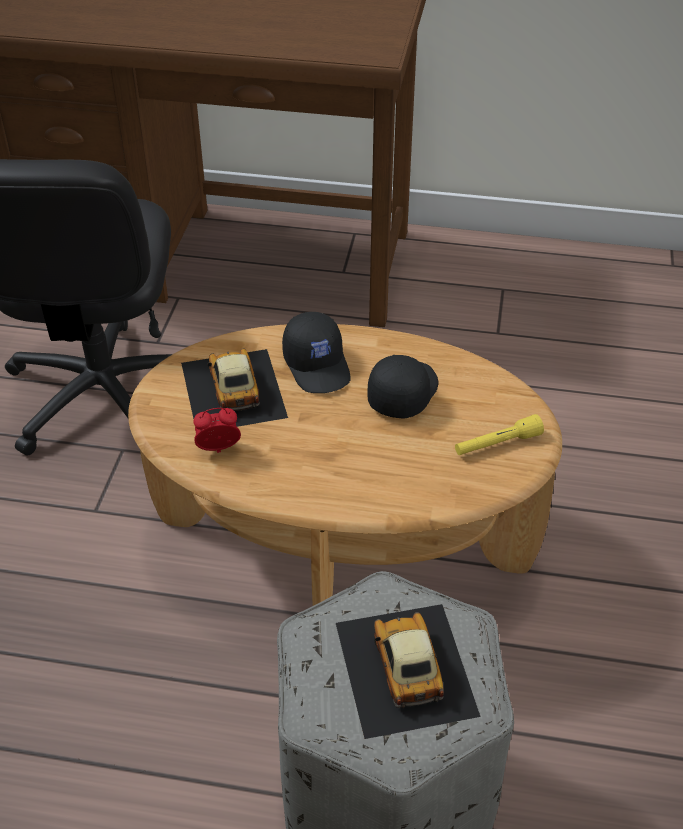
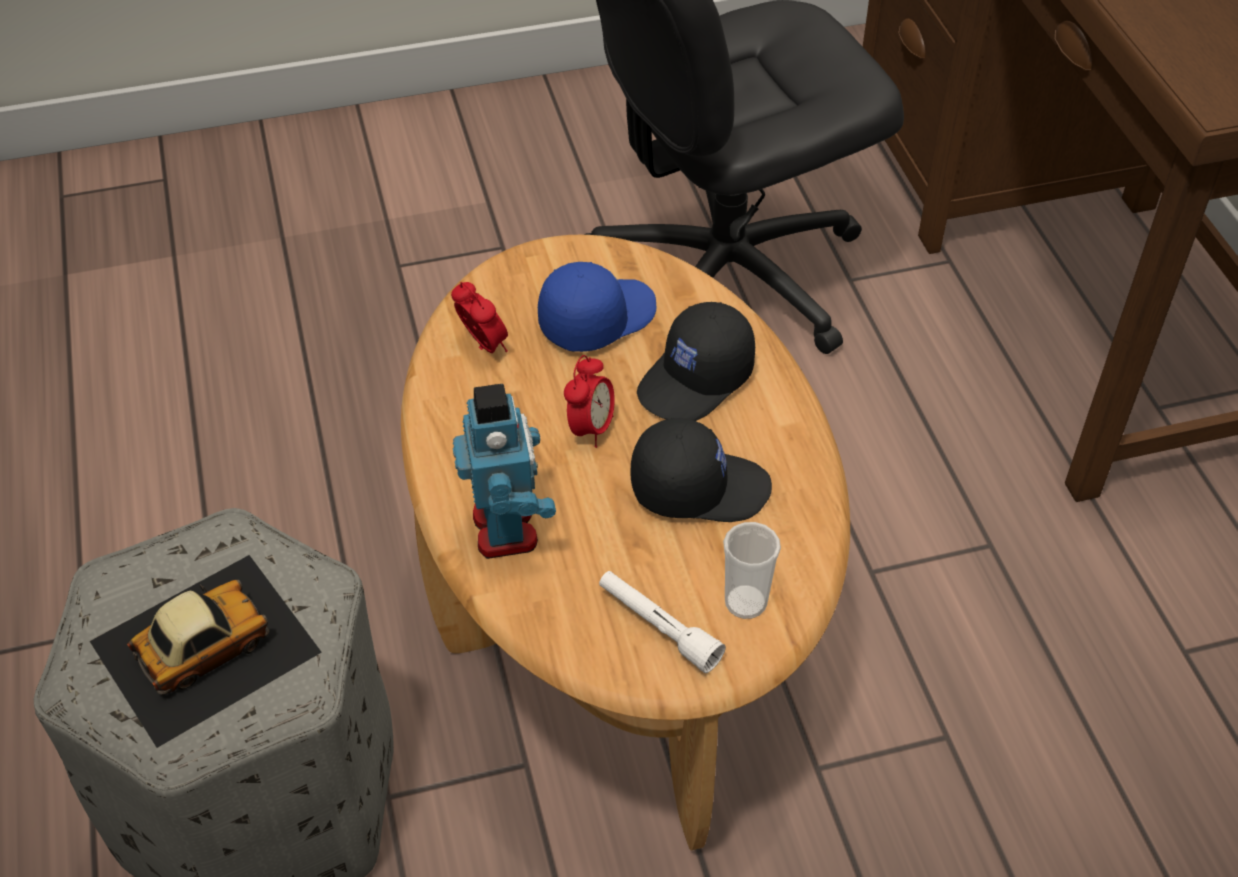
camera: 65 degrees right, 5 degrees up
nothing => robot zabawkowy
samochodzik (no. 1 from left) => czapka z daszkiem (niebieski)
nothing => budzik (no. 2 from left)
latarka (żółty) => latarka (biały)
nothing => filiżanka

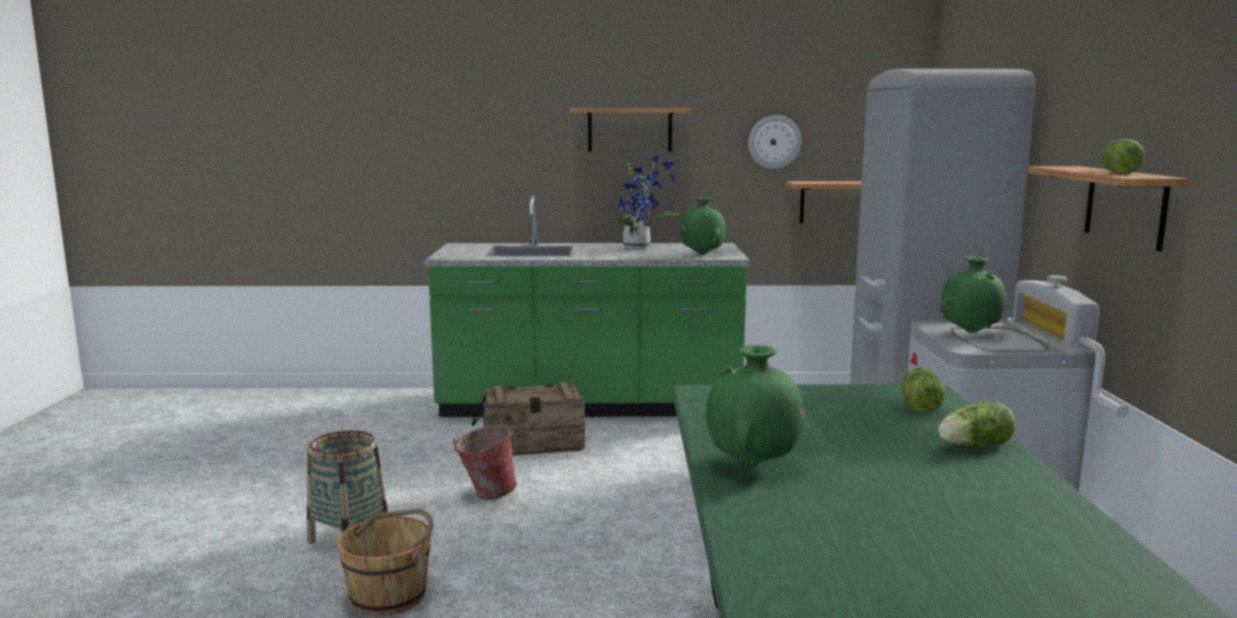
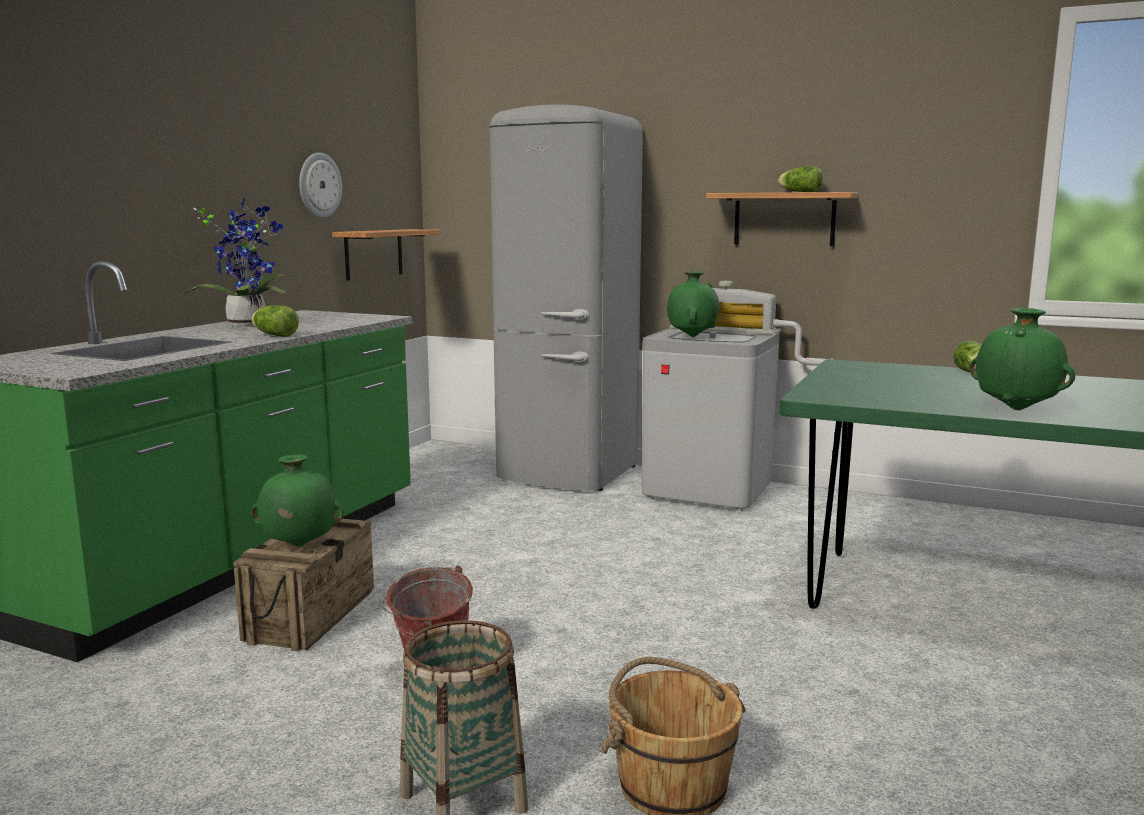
camera: 65 degrees left, 0 degrees up
wazon (zielony) (no. 1 from left), relocated
sałata (no. 1 from left), relocated
półka (no. 1 from left) => nothing

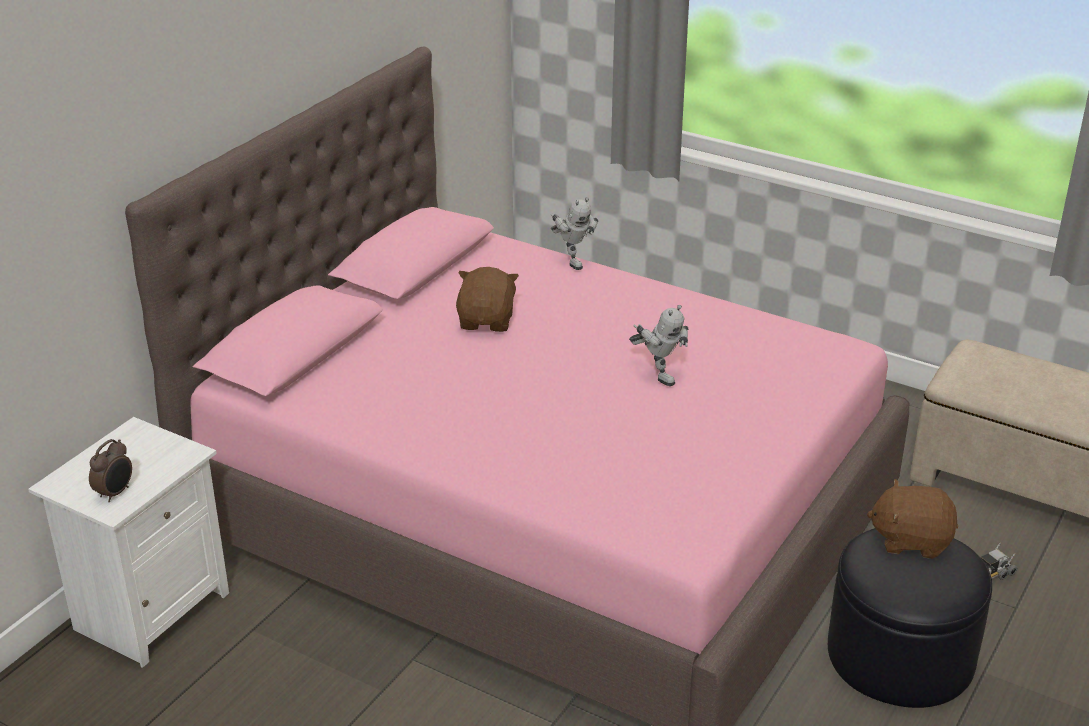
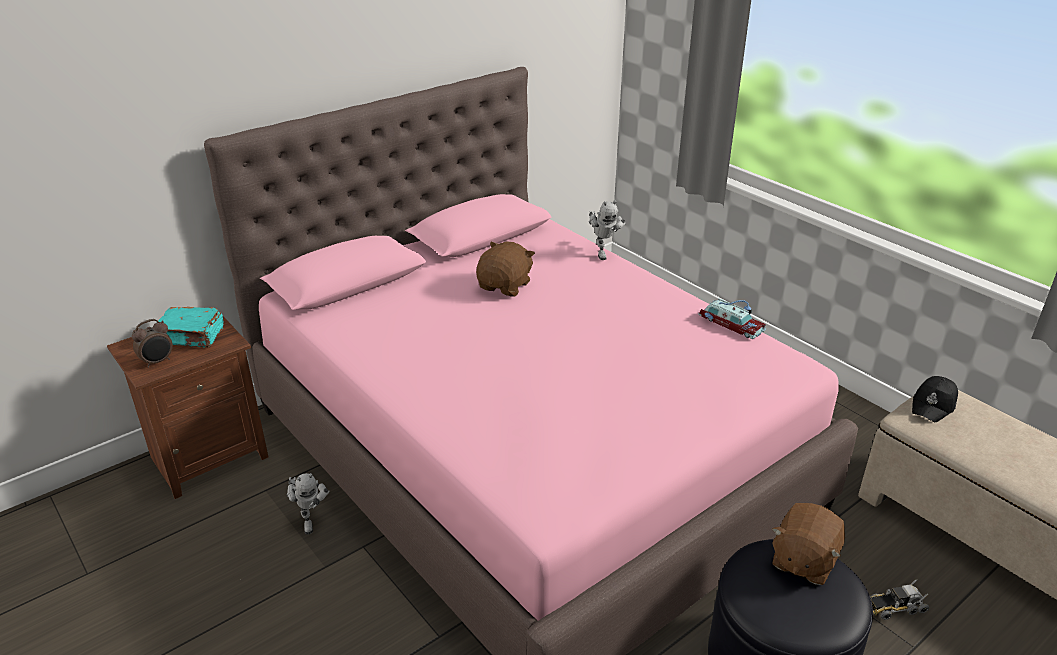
camera: 20 degrees right, 0 degrees up
szafka nocna (biały) => szafka nocna (brązowy)
nothing => książka (turkusowy)
robot zabawkowy (no. 2 from left in the first image) => robot zabawkowy (no. 1 from left), relocated
nothing => samochodzik
pluszak (brązowy) (no. 2 from left), 90 degrees counterclockwise
nothing => czapka z daszkiem (czarny)

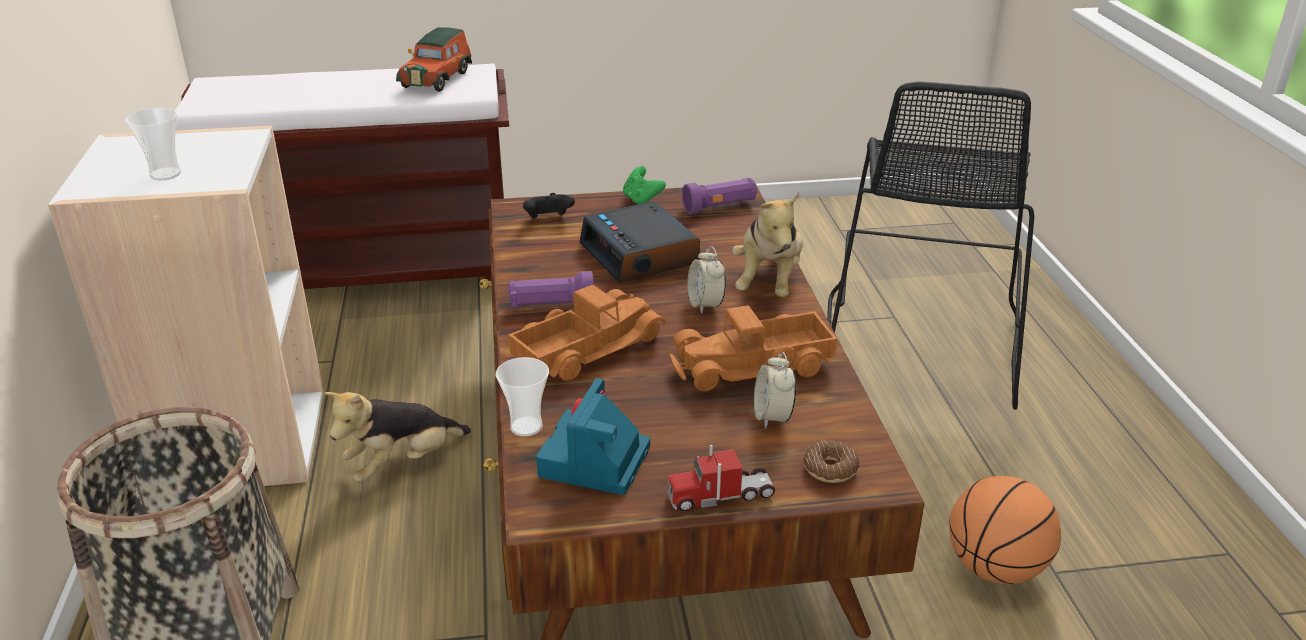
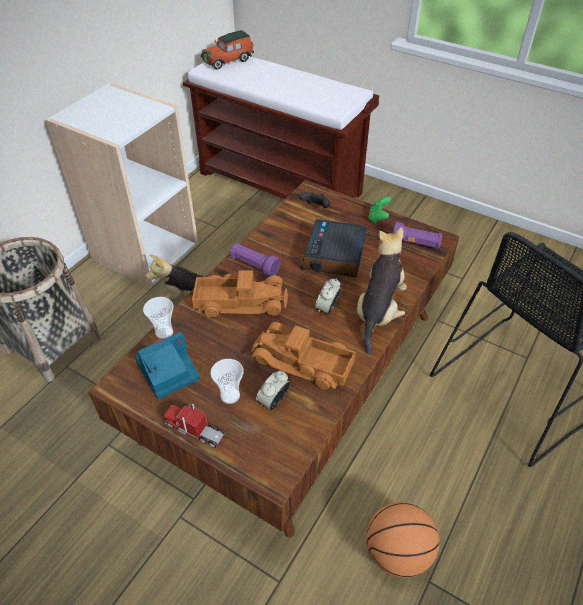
camera: 40 degrees right, 15 degrees up
samochodzik, relocated
filiżanka (no. 1 from left in the first image) => filiżanka (no. 2 from left), relocated
pluszak (no. 2 from left), 150 degrees clockwise
donut => nothing

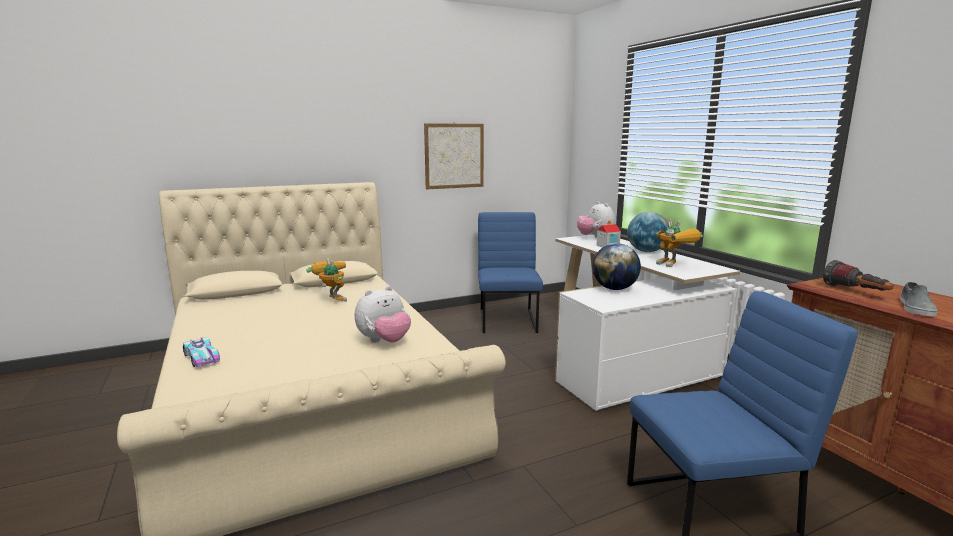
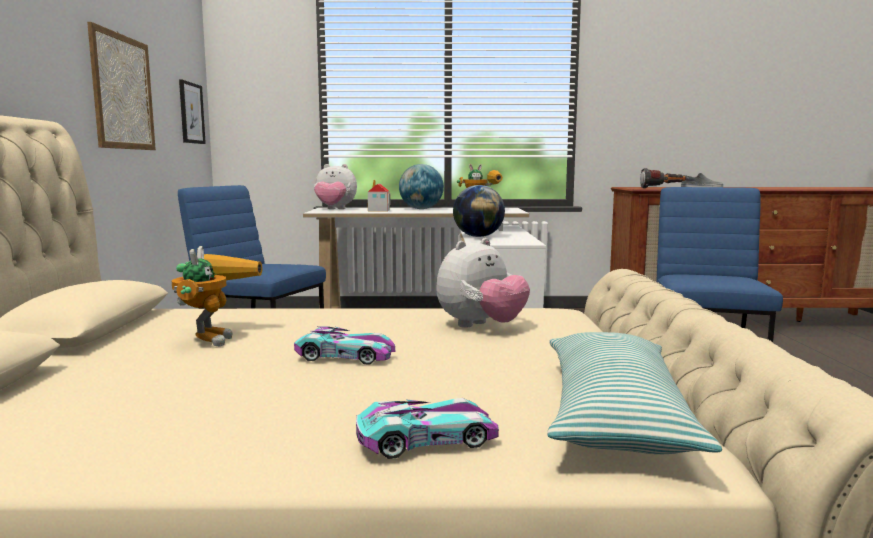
camera: 65 degrees left, 5 degrees down
robot zabawkowy (no. 1 from left), 105 degrees clockwise
nothing => obraz (no. 2 from left)
nothing => samochodzik (no. 1 from left)
pluszak (no. 1 from left in the first image) => pluszak (no. 2 from left), 60 degrees clockwise
nothing => poduszka

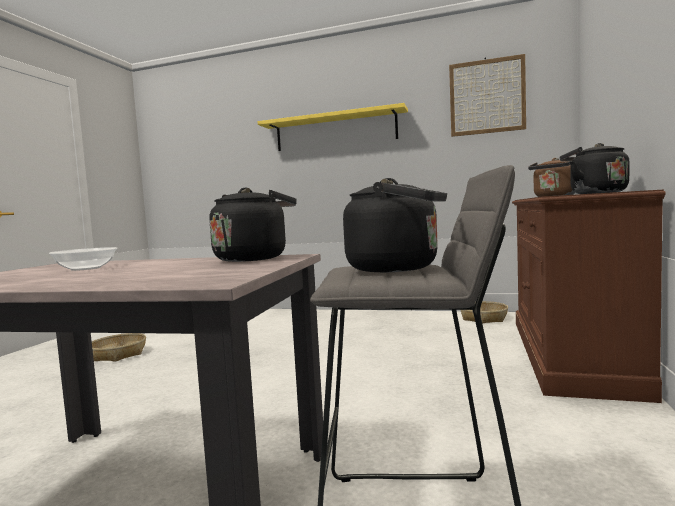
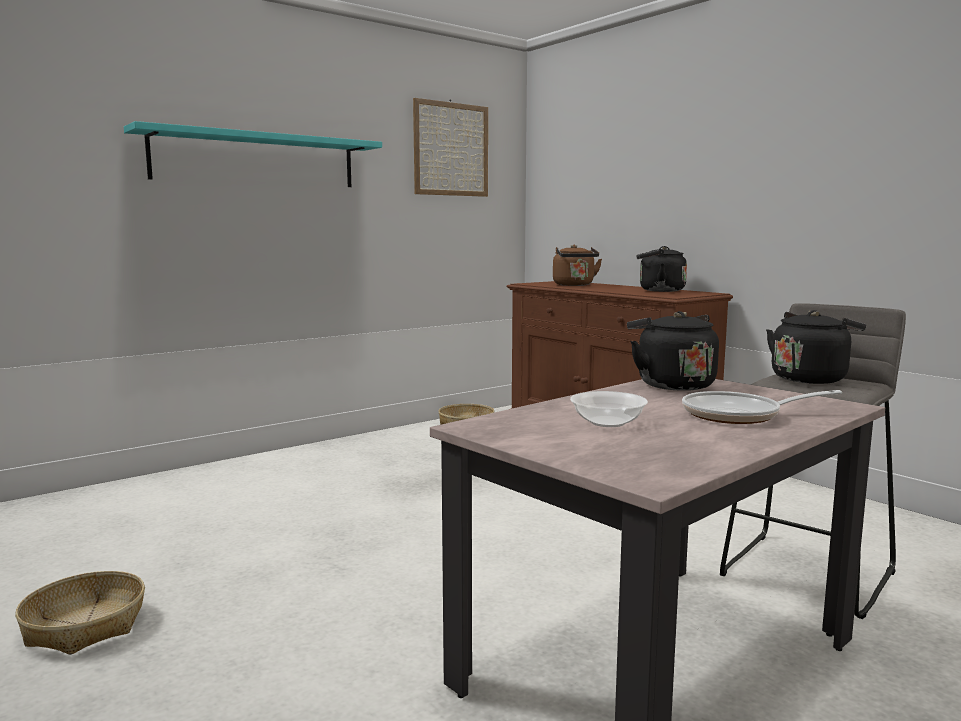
camera: 55 degrees left, 5 degrees up
półka (żółty) => półka (turkusowy)
nothing => patelnia

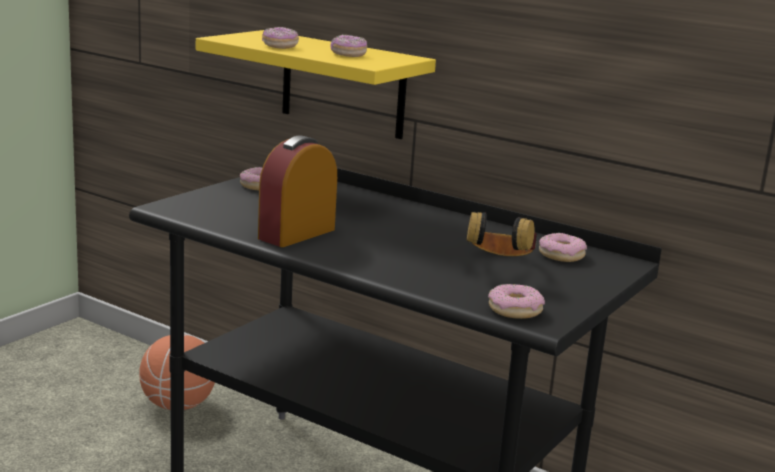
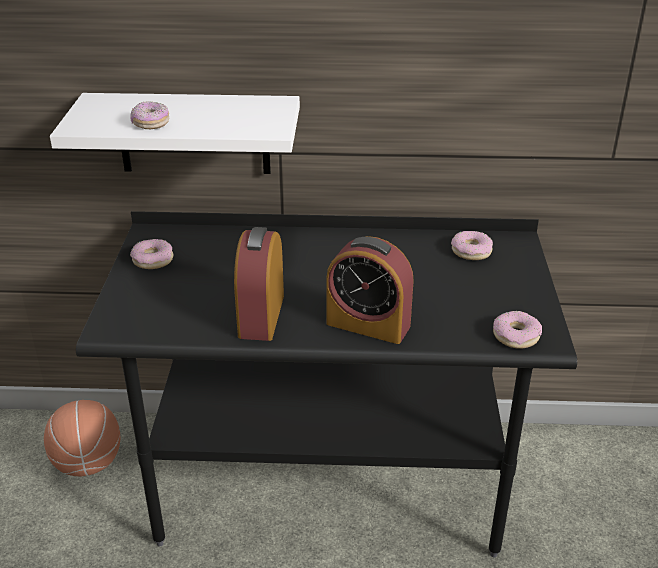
camera: 30 degrees left, 15 degrees up
półka (żółty) => półka (biały)
nothing => budzik (no. 2 from left)
donut (no. 3 from left) => nothing
słuchawki => nothing

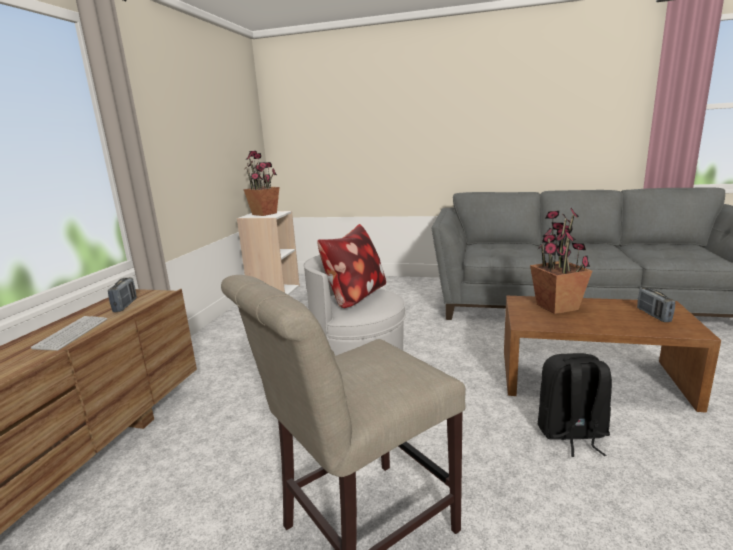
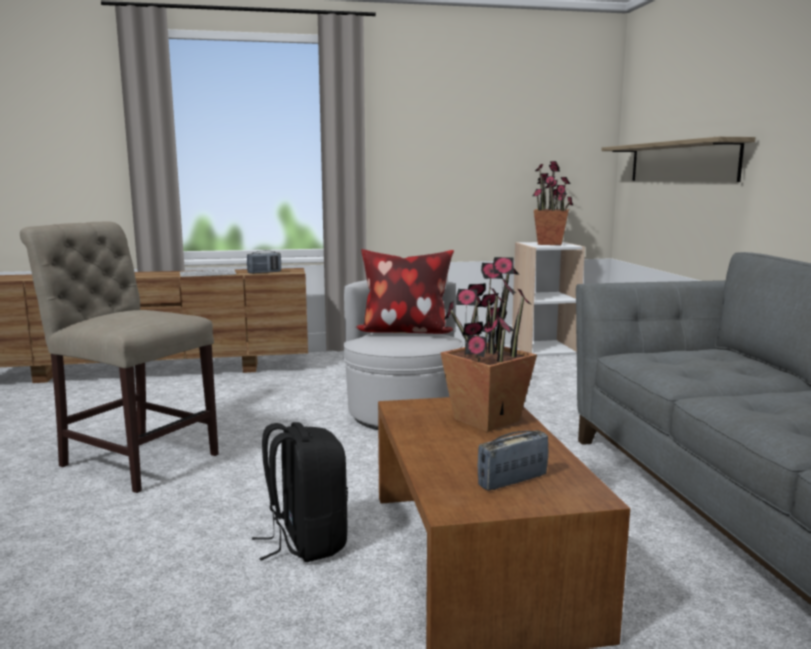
camera: 65 degrees right, 5 degrees down
nothing => półka

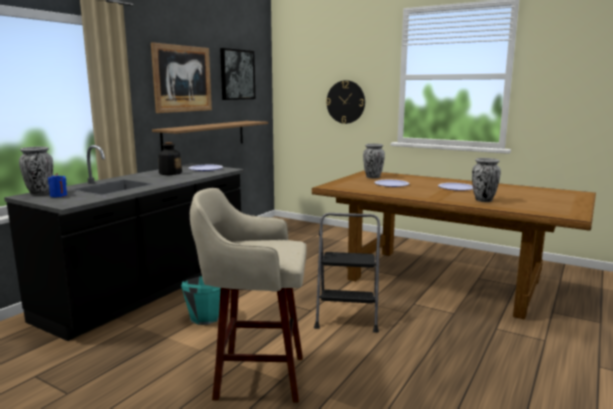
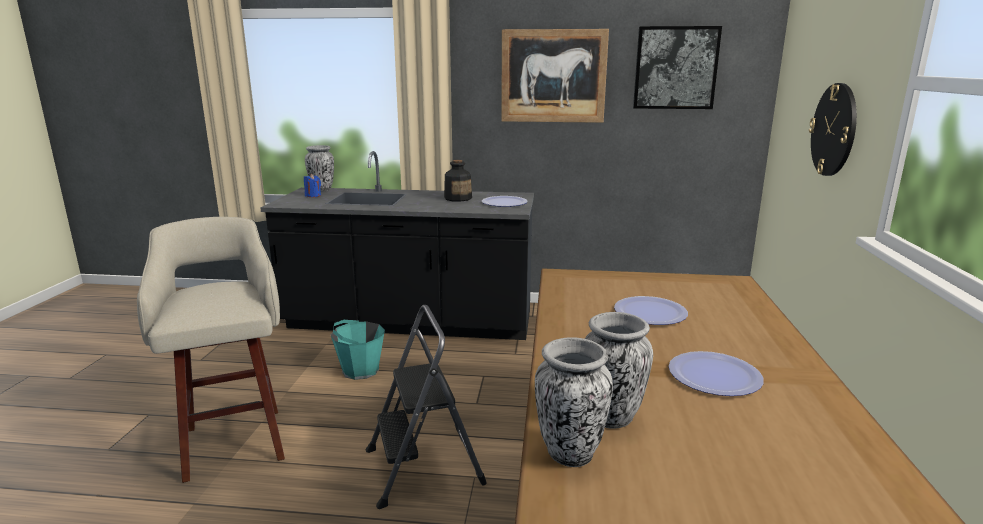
camera: 65 degrees right, 5 degrees up
wazon (no. 2 from left), relocated
półka => nothing

